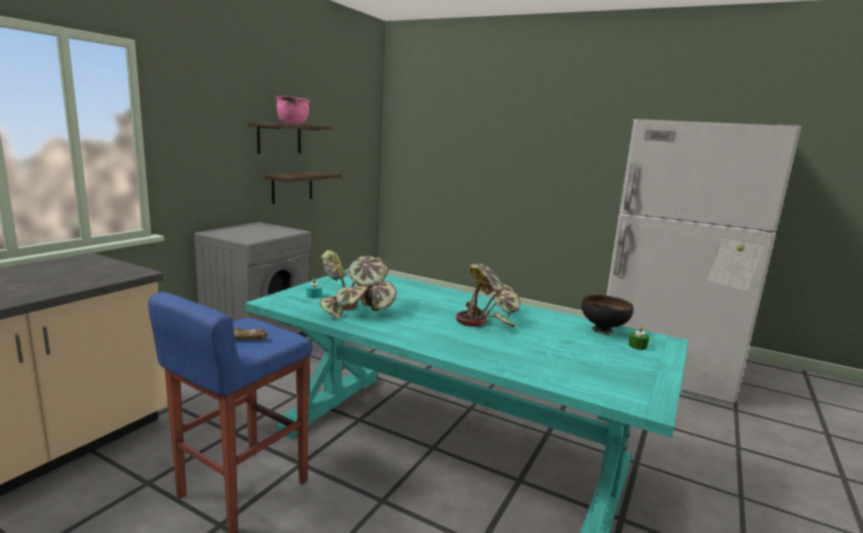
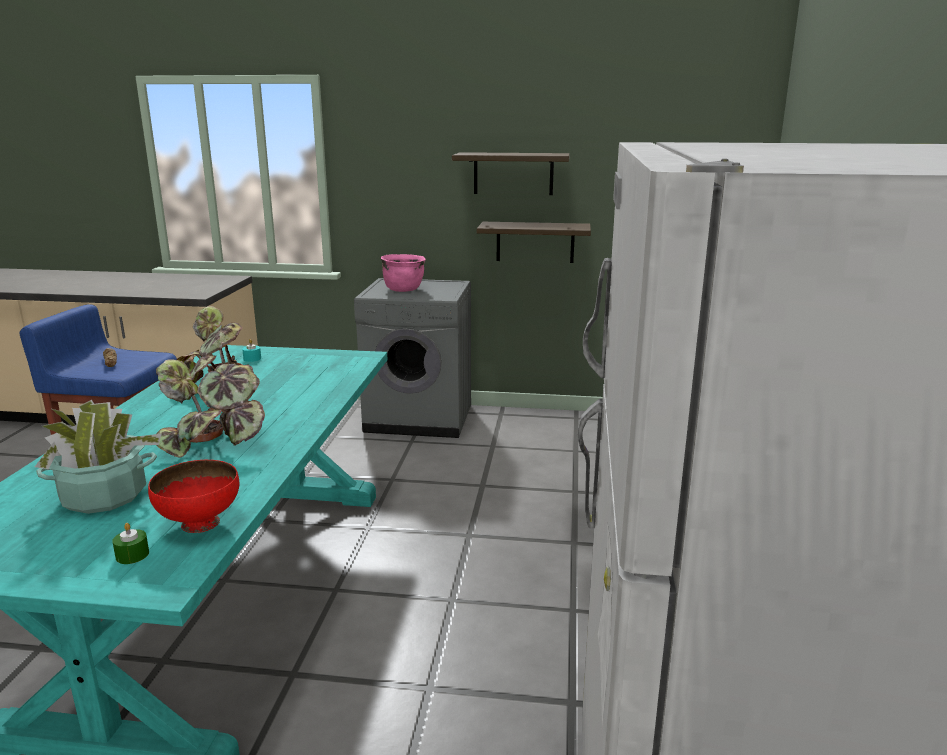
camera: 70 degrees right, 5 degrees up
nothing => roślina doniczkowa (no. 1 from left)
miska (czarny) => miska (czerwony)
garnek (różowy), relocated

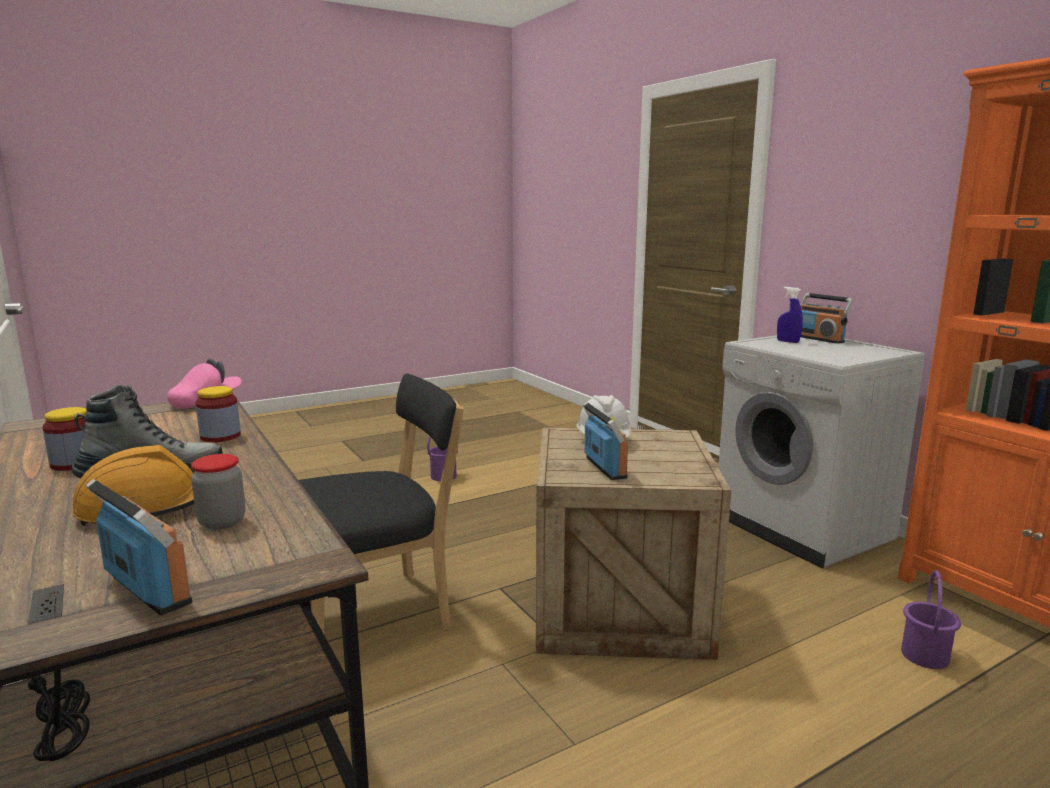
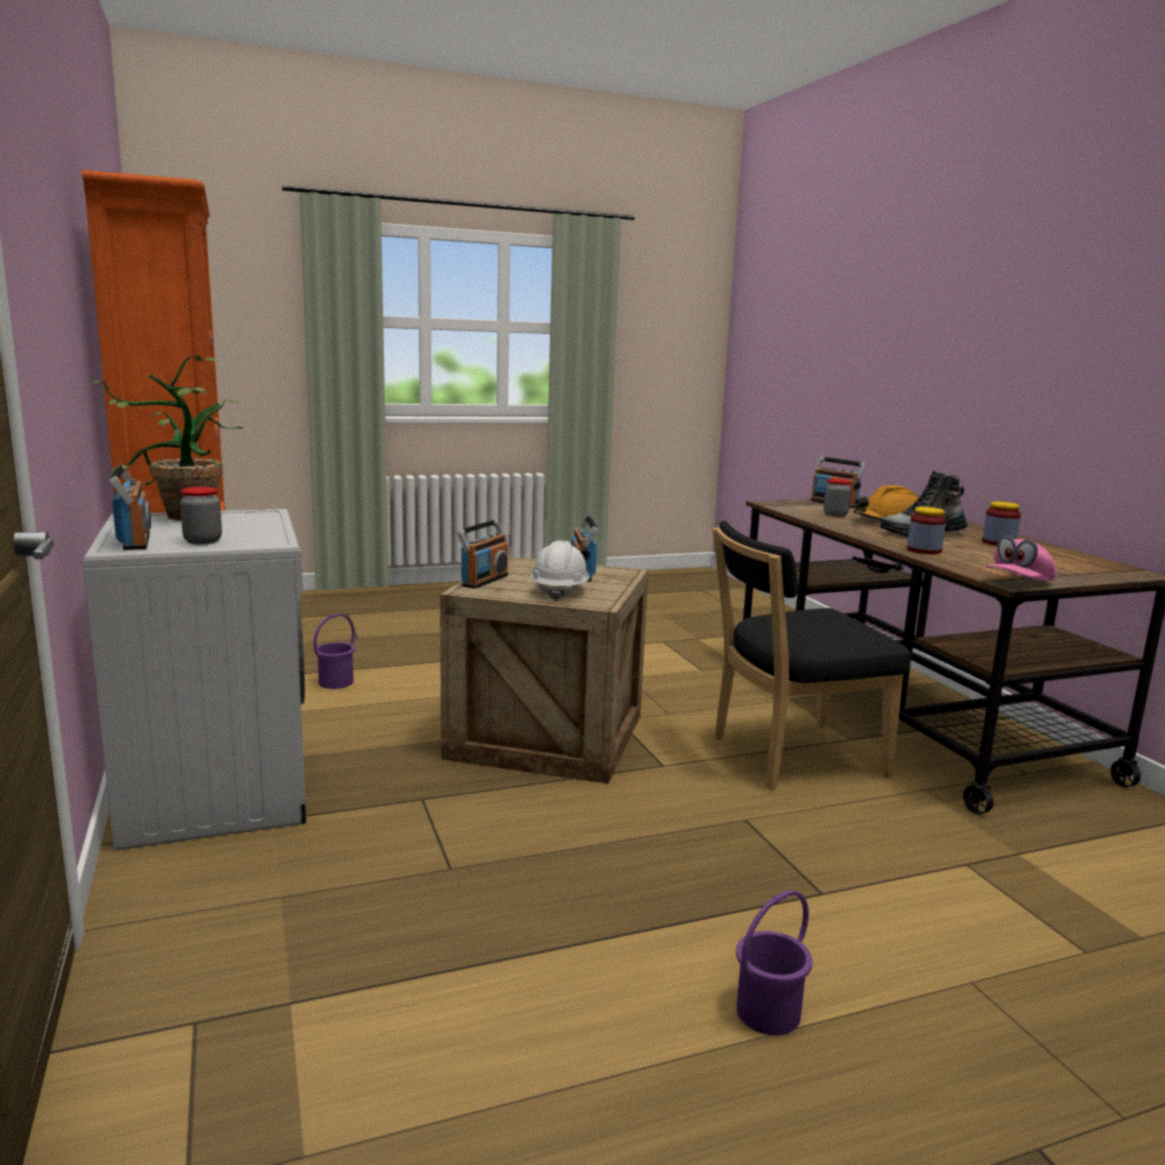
camera: 170 degrees left, 0 degrees up
nothing => roślina doniczkowa
spryskiwacz (niebieski) => słoik (no. 1 from left)
nothing => radio (no. 2 from left)

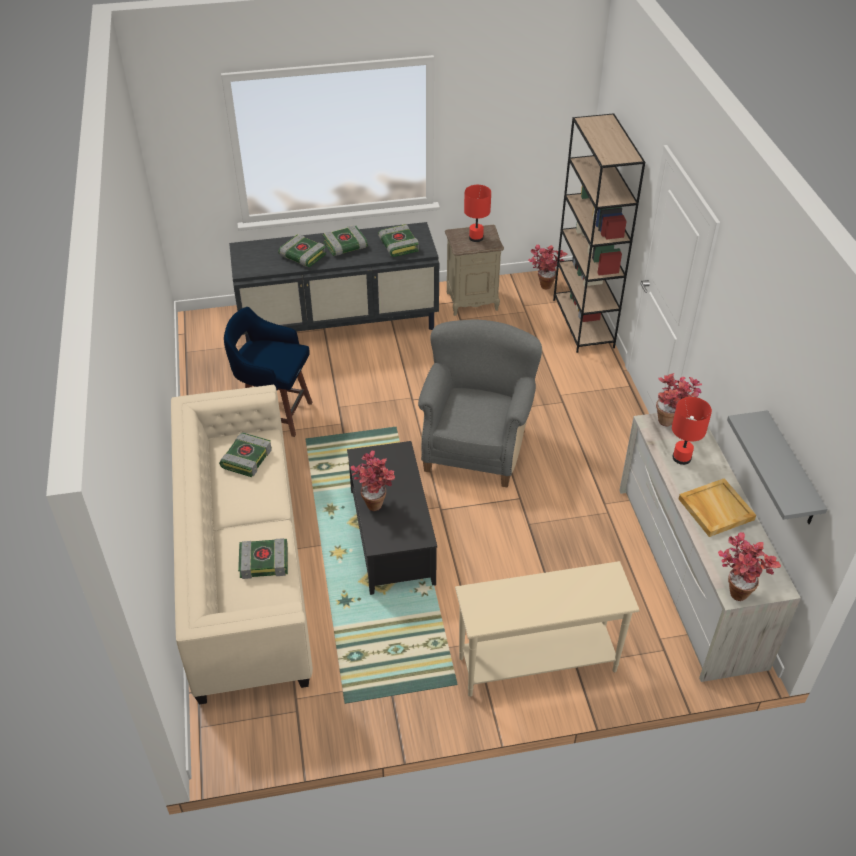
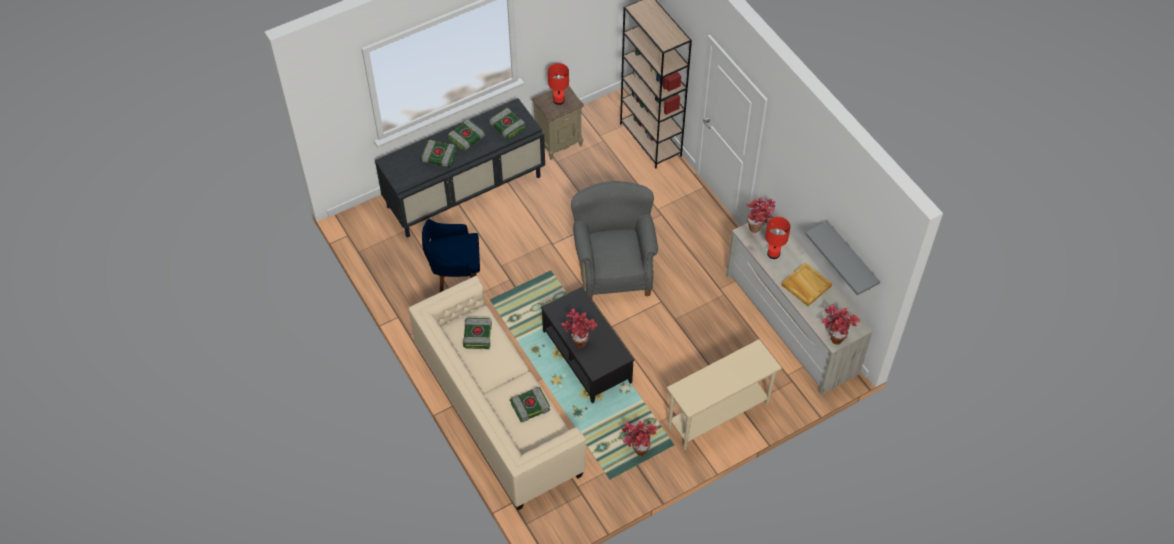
camera: 20 degrees left, 10 degrees up
roślina doniczkowa (no. 2 from left), relocated

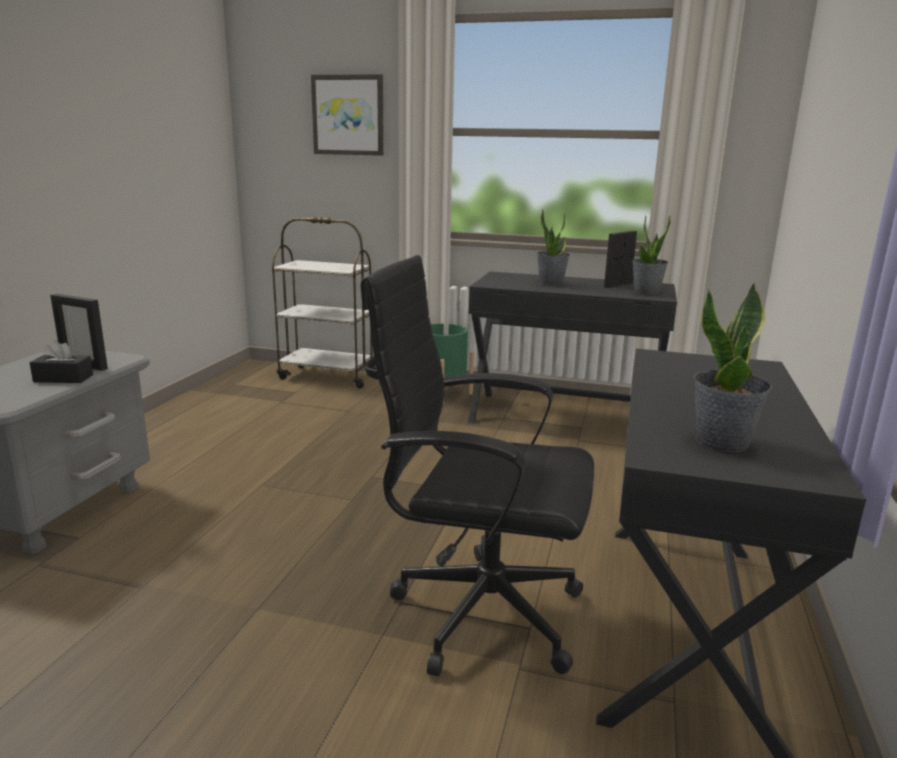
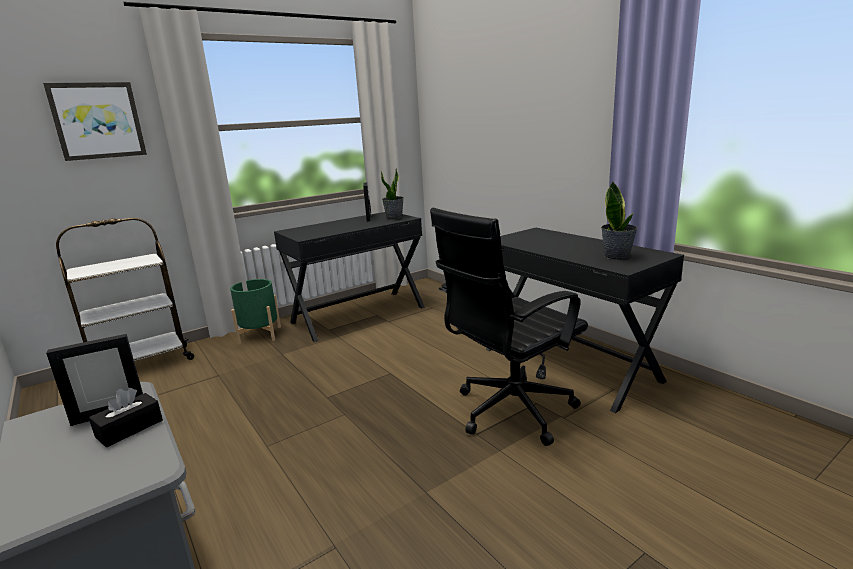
camera: 50 degrees left, 0 degrees up
roślina doniczkowa (no. 1 from left) => nothing

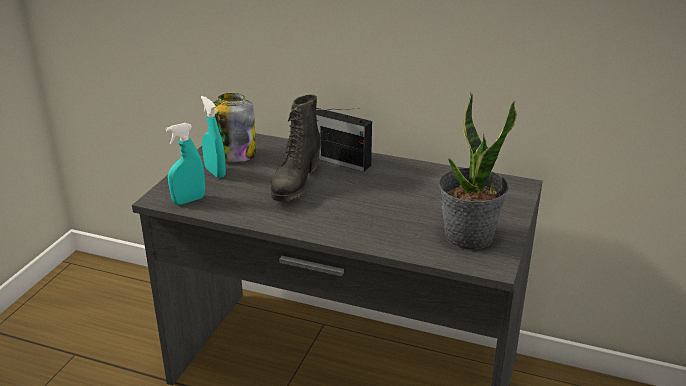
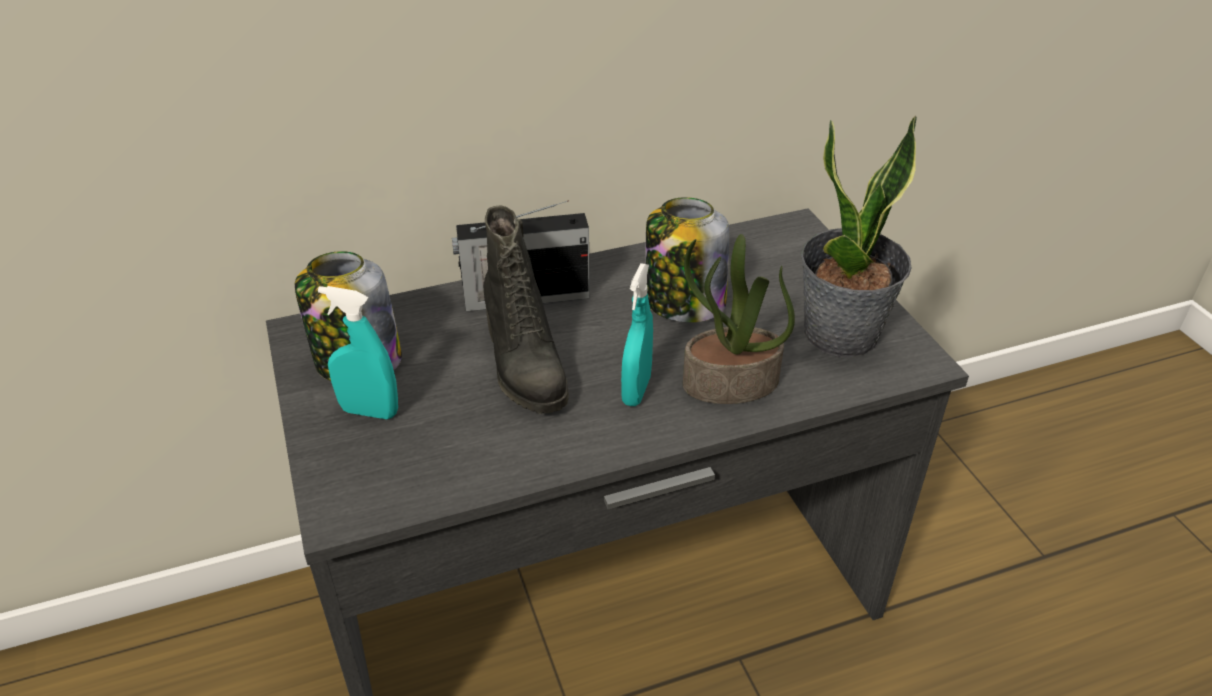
camera: 40 degrees left, 10 degrees up
spryskiwacz (turkusowy) (no. 1 from left in the first image) => spryskiwacz (turkusowy) (no. 2 from left), relocated
nothing => słoik (no. 2 from left)
nothing => roślina doniczkowa (no. 1 from left)

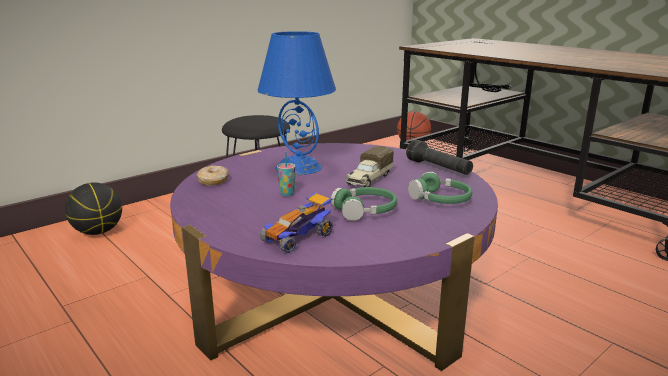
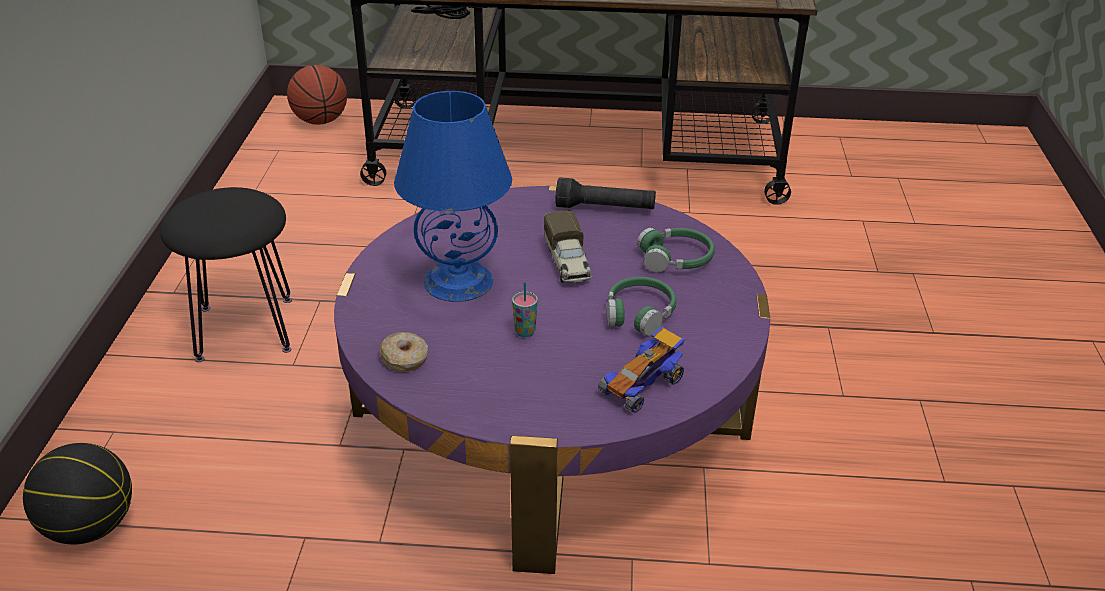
camera: 45 degrees left, 15 degrees up
samochodzik, 45 degrees clockwise

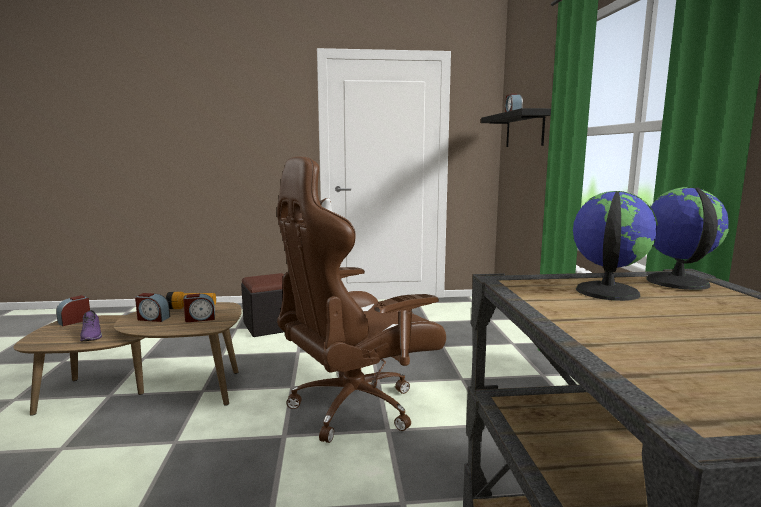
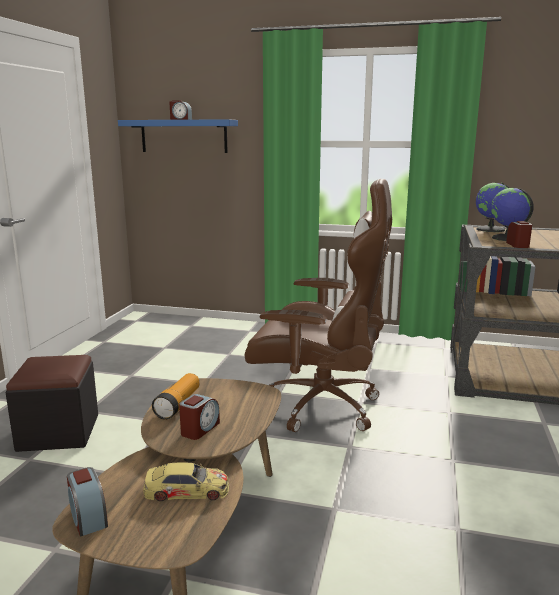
camera: 70 degrees left, 5 degrees up
półka (czarny) => półka (niebieski)
but (fioletowy) => samochodzik
krzesło biurowe (brązowy), 60 degrees counterclockwise
budzik (no. 3 from left in the first image) => budzik (no. 4 from left), relocated

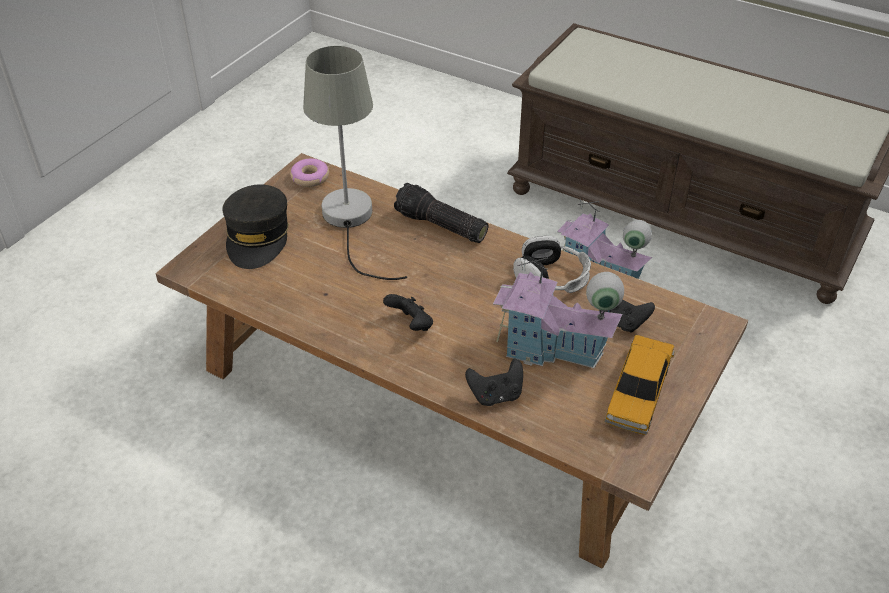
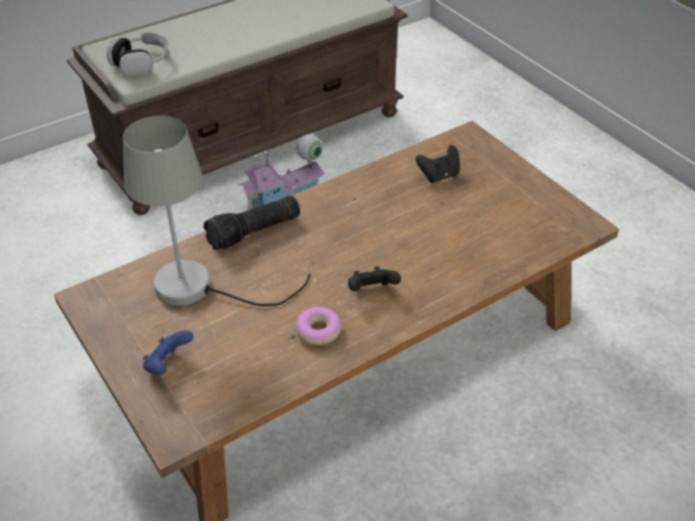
camera: 65 degrees left, 0 degrees up
słuchawki, relocated
czapka z daszkiem (szary) => pad do gier (niebieski)
donut, relocated
pad do gier (czarny) (no. 2 from left) => nothing
domek (no. 1 from left) => nothing
samochodzik => nothing

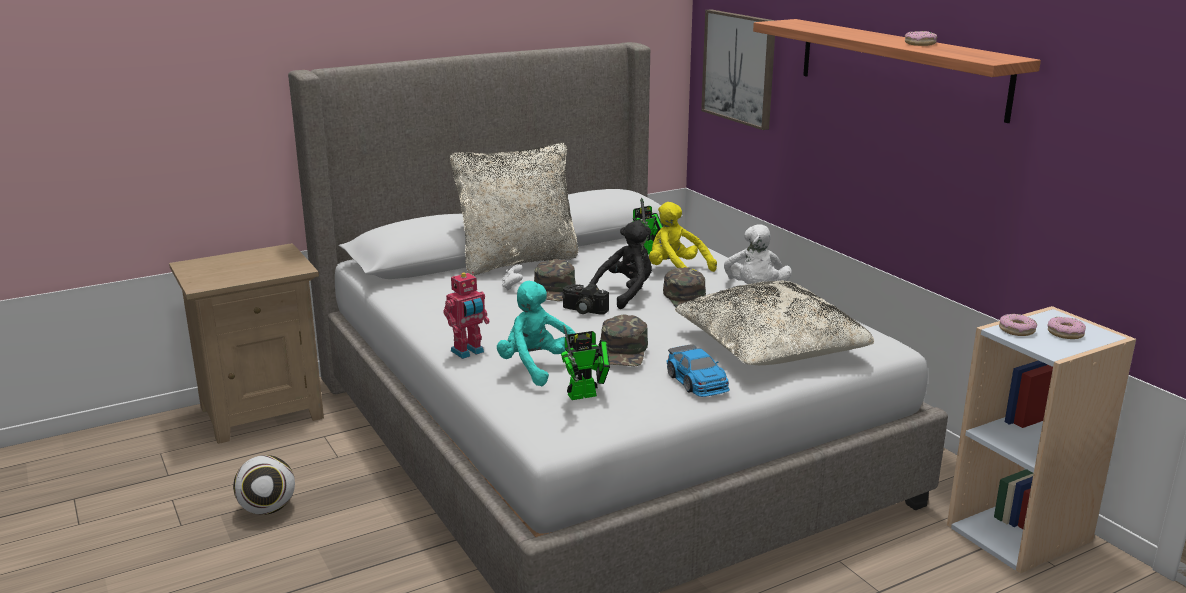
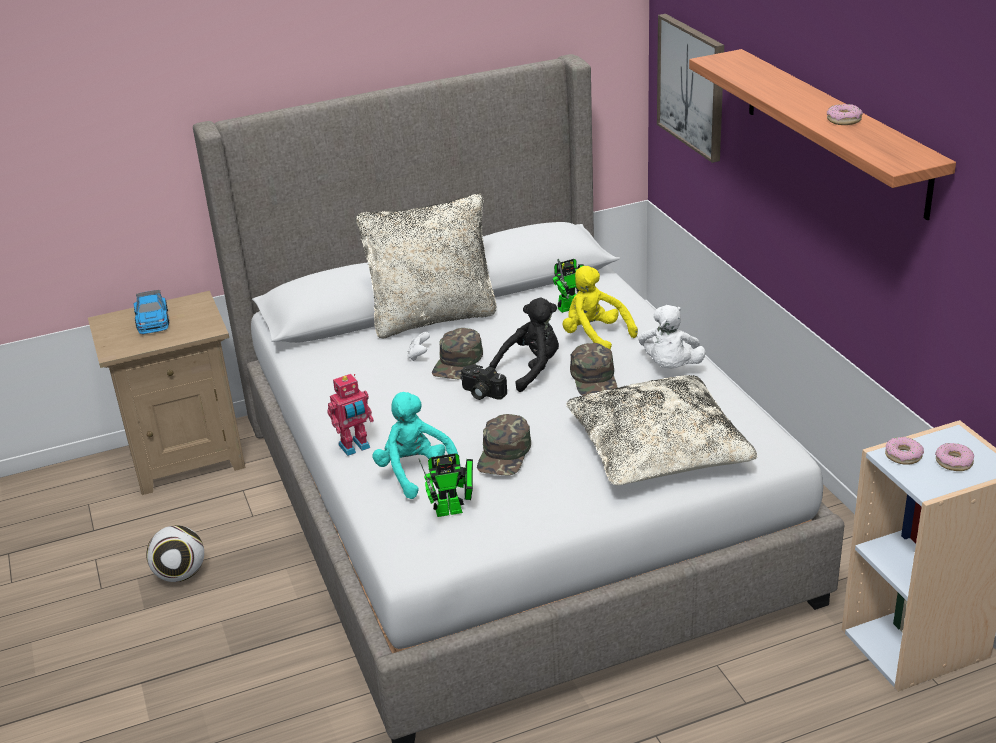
camera: 10 degrees right, 10 degrees up
samochodzik, relocated

